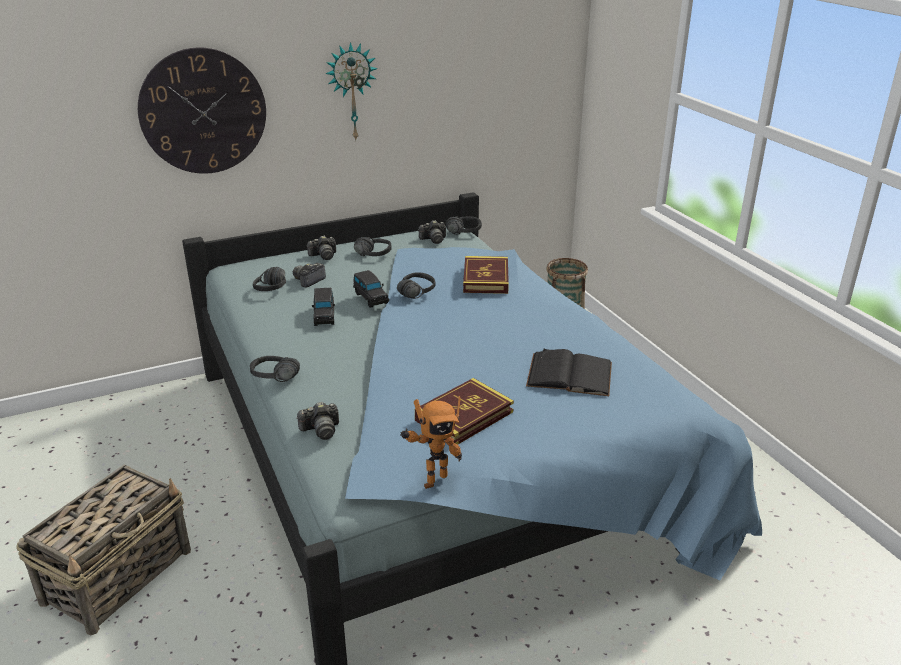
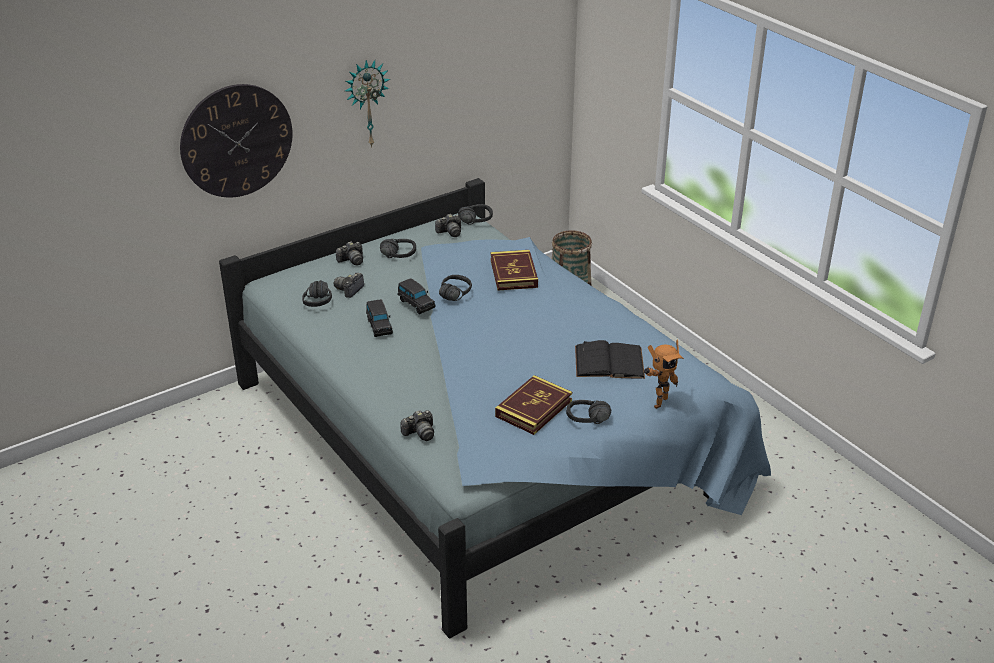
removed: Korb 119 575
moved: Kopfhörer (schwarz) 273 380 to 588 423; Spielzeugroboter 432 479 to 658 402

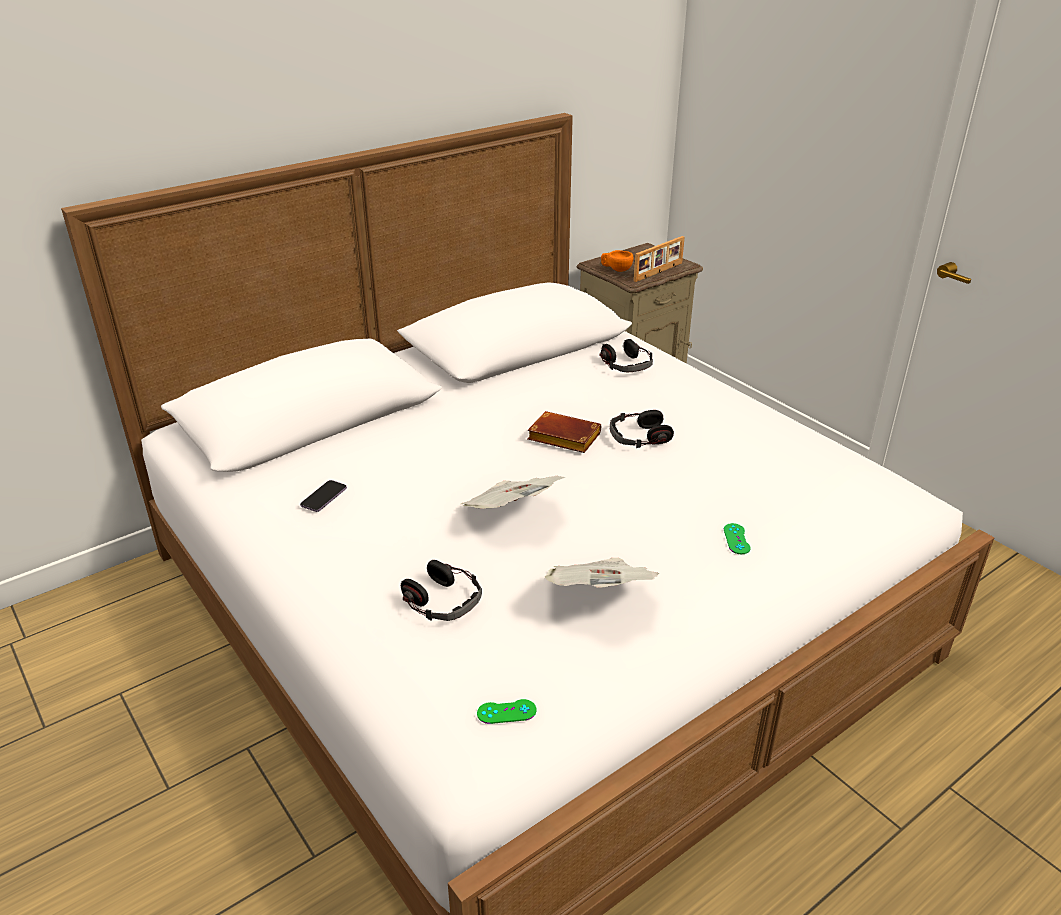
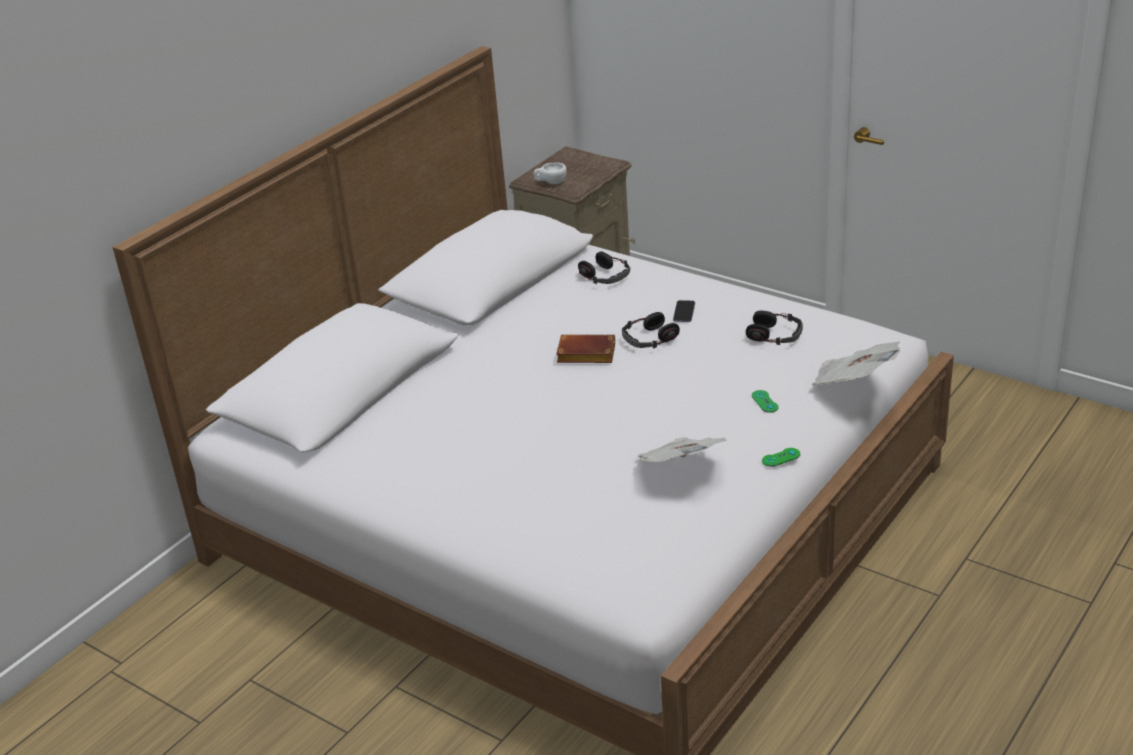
removed: Bilderrahmen 659 272
moved: Handy 324 497 to 684 312; Kopfhörer 443 600 to 775 335; Zeitung 511 513 to 853 383; Gamepad (grün) 506 712 to 781 457
recoloured: Tasse (orange) 616 269 to Tasse (weiß) 550 182

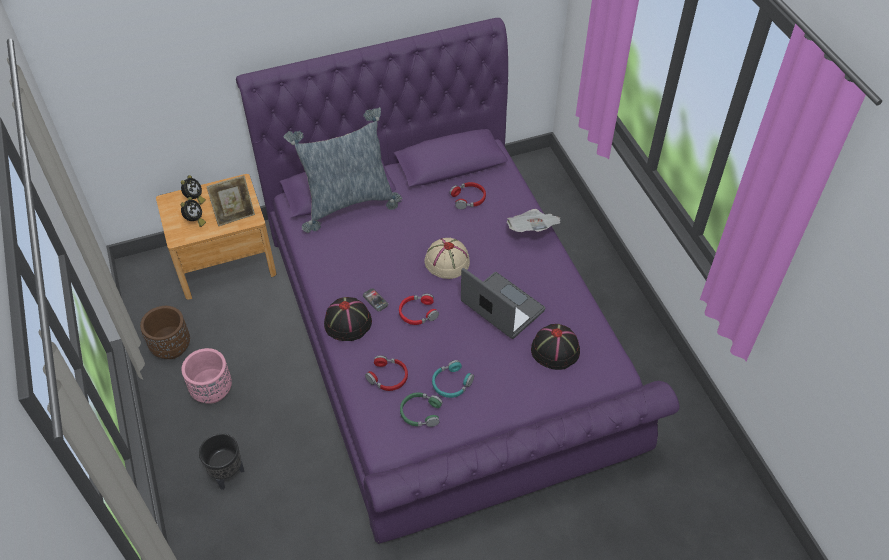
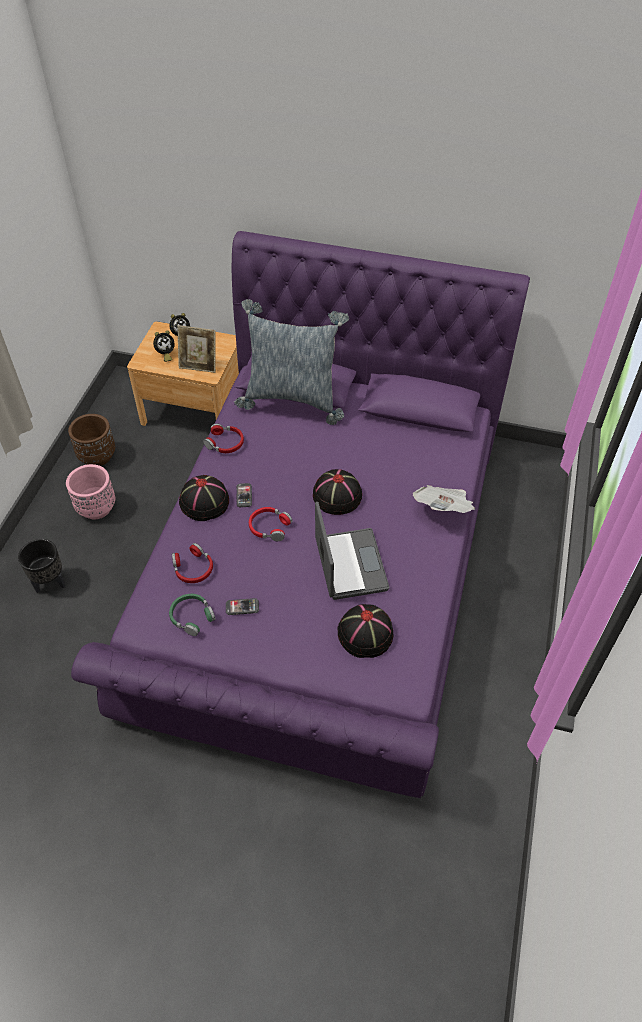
moved: Kopfhörer (rot) 468 199 to 225 443
replaced: Kopfhörer (türkis) 451 383 to Handy 242 607
recoloured: Hut (beige) 446 261 to Hut (schwarz) 336 495

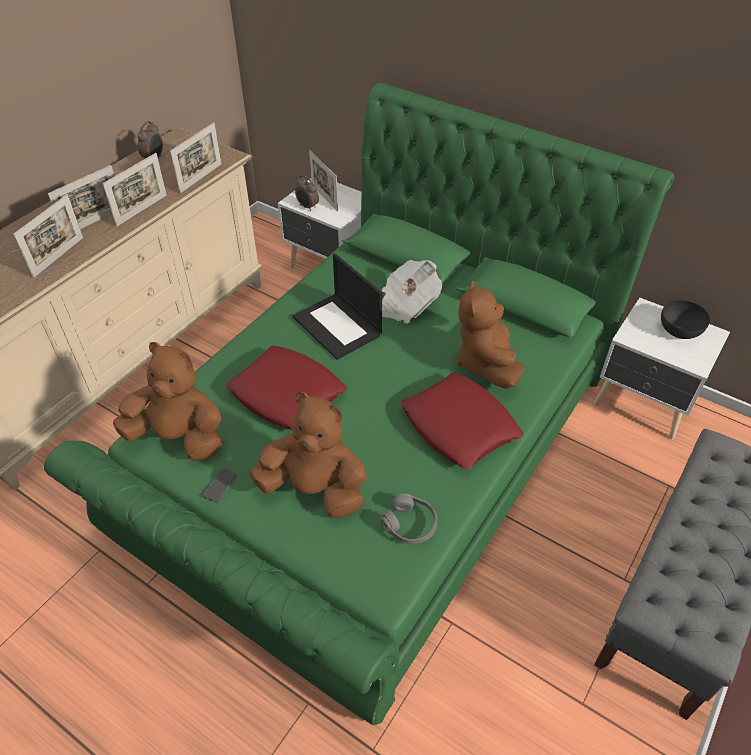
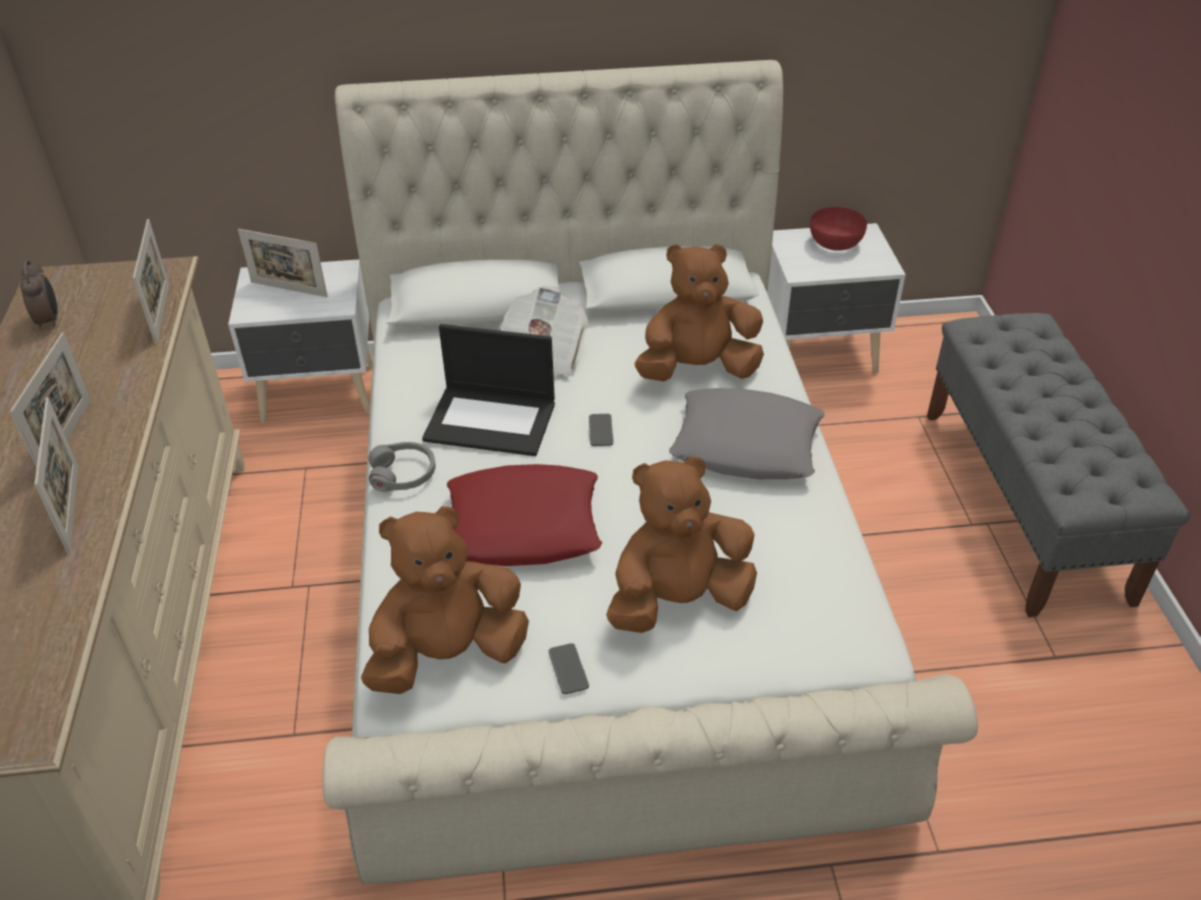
removed: Bilderrahmen 142 210; Wecker 307 207
added: Handy 600 430
moved: Kopfhörer (grau) 410 524 to 403 474
recoloured: Bett (grün) 375 444 to Bett (beige) 601 557; Kissen (rot) 459 426 to Kissen (grau) 746 444; Schüssel (schwarz) 679 330 to Schüssel (rot) 836 243
turned: Plüschtier (braun) 485 363 = 697 370 120 degrees clockwise

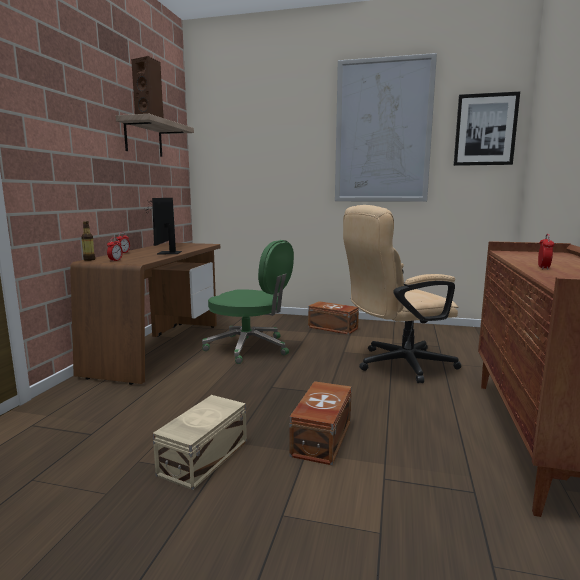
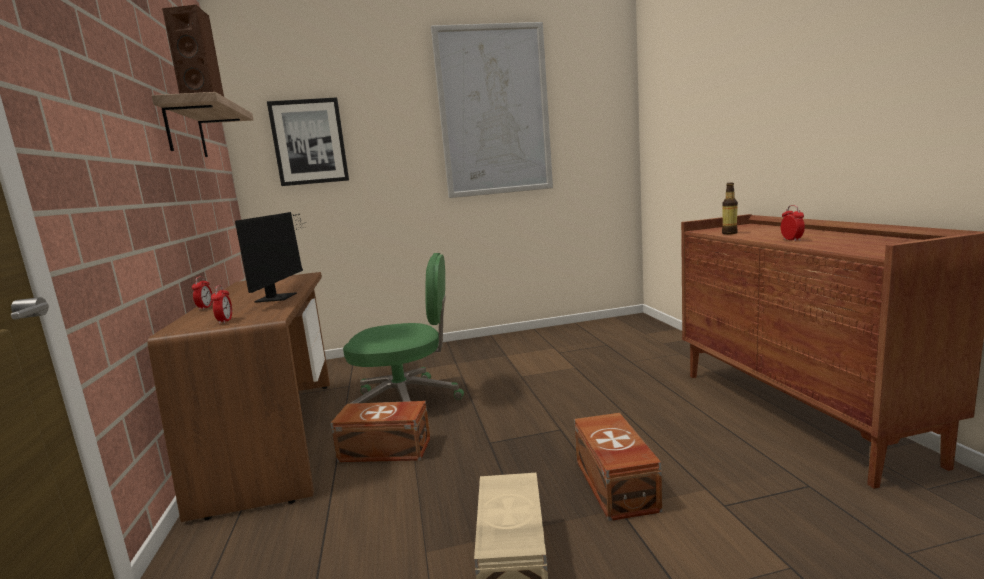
removed: Bürostuhl (beige) 396 365
moved: Flasche 89 260 to 729 233; Aufbewahrungsbox (braun) 333 328 to 386 450; Bild 485 130 to 309 142
turned: Monitor 167 253 = 280 296 150 degrees counterclockwise

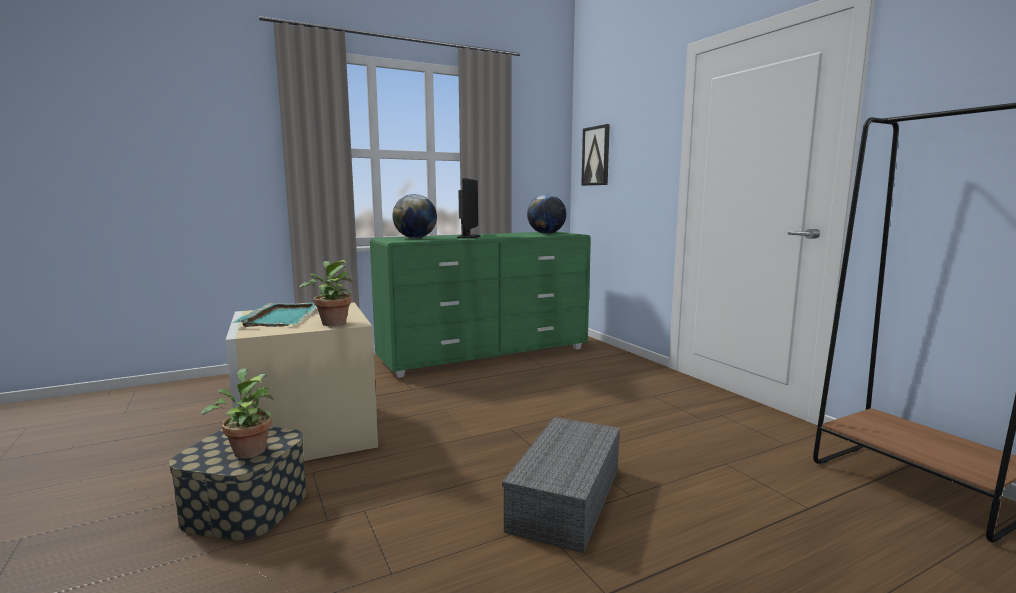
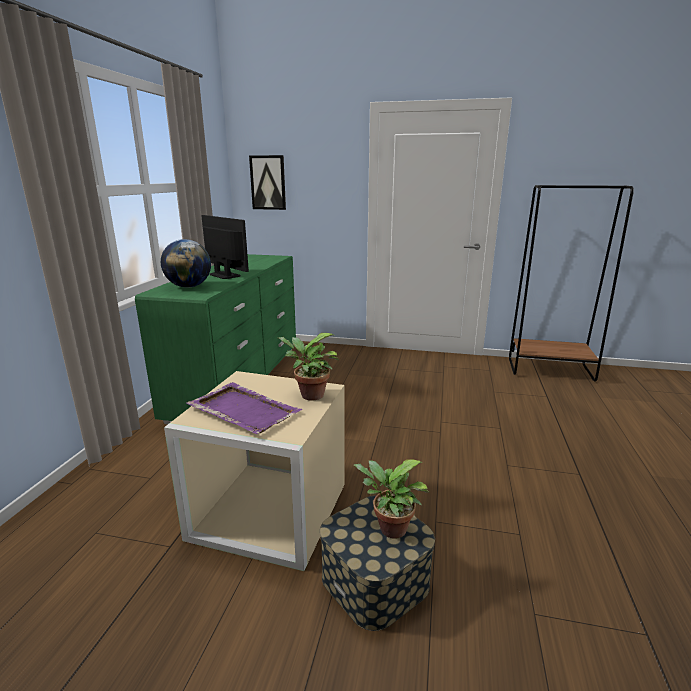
removed: Aufbewahrungsbox (grau) 567 500; Globus 546 233
recoloured: Tablett (türkis) 281 317 to Tablett (lila) 243 410

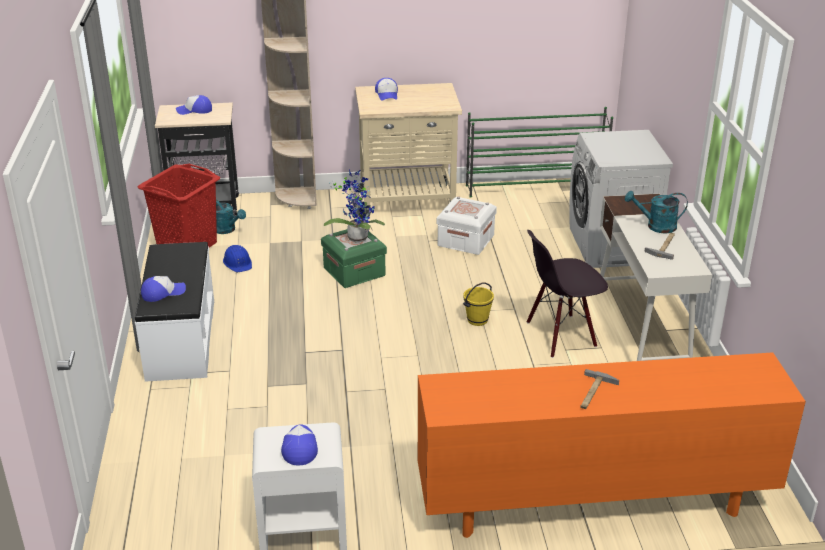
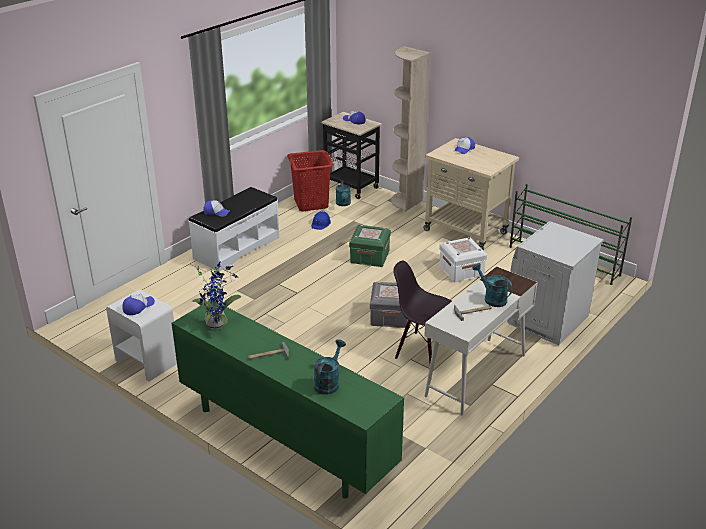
added: Gießkanne (türkis) 328 382
moved: Topfpflanze 357 237 to 217 323
replaced: Eimer (gelb) 477 320 to Aufbewahrungsbox (grau) 390 316
recoloured: Schrank (orange) 594 504 to Schrank (grün) 284 440

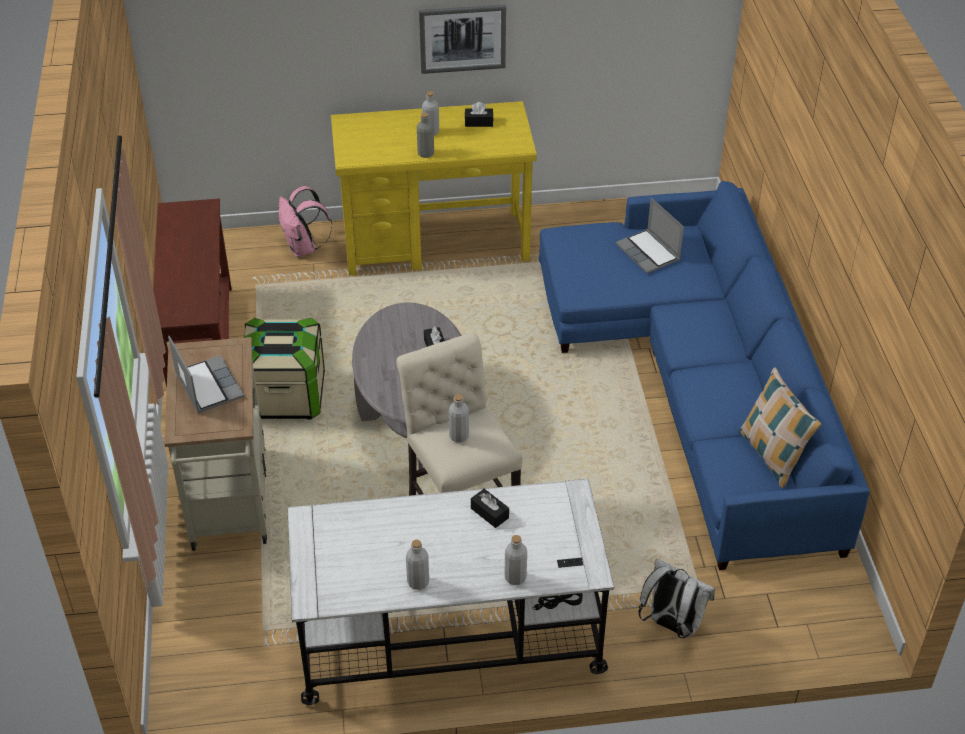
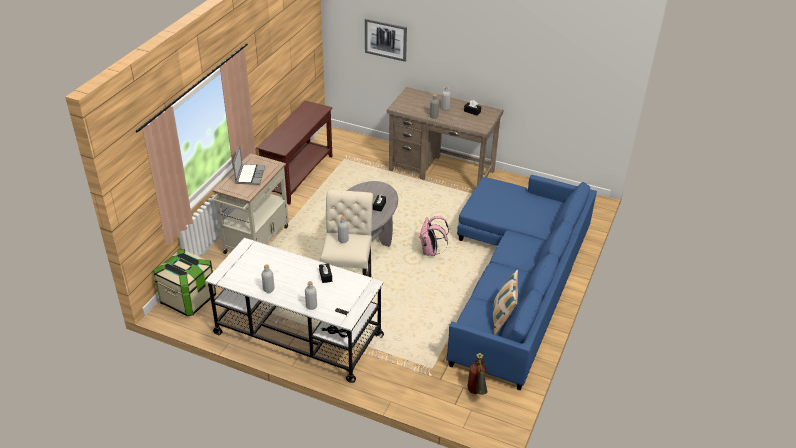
removed: Laptop 649 253; Rucksack (weiß) 671 624
added: Feuerlöscher 476 394
moved: Aufbewahrungsbox 286 397 to 188 299; Rucksack (rosa) 304 248 to 431 251; Bild 462 38 to 385 39
recoloured: Schreibtisch (gelb) 435 241 to Schreibtisch (braun) 442 170

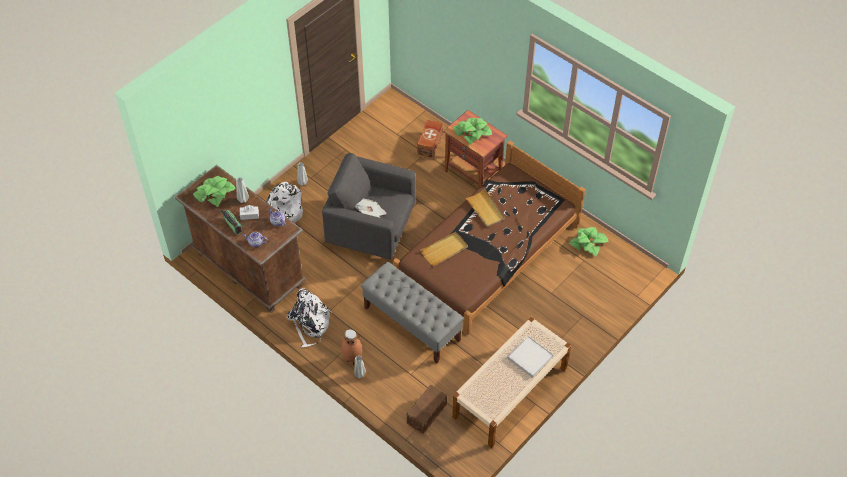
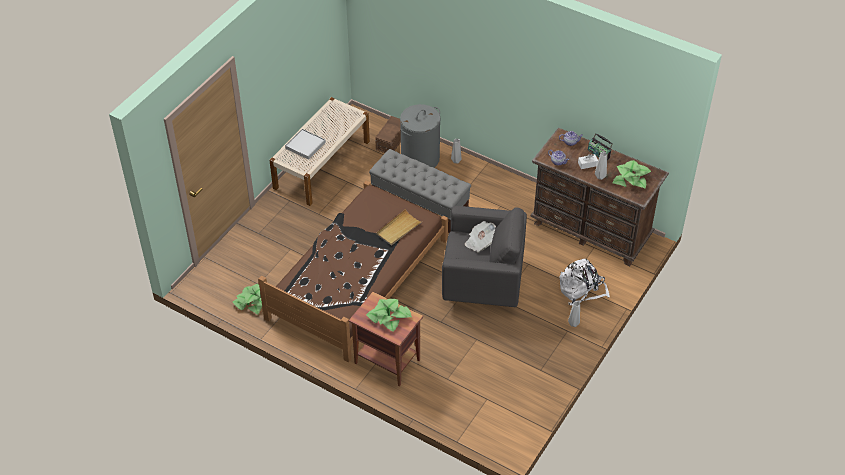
removed: Rucksack (weiß) 310 324; Vase (braun) 353 359; Aufbewahrungsbox (braun) 430 144; Tablett (beige) 485 209
added: Wäschekorb (grau) 420 159

